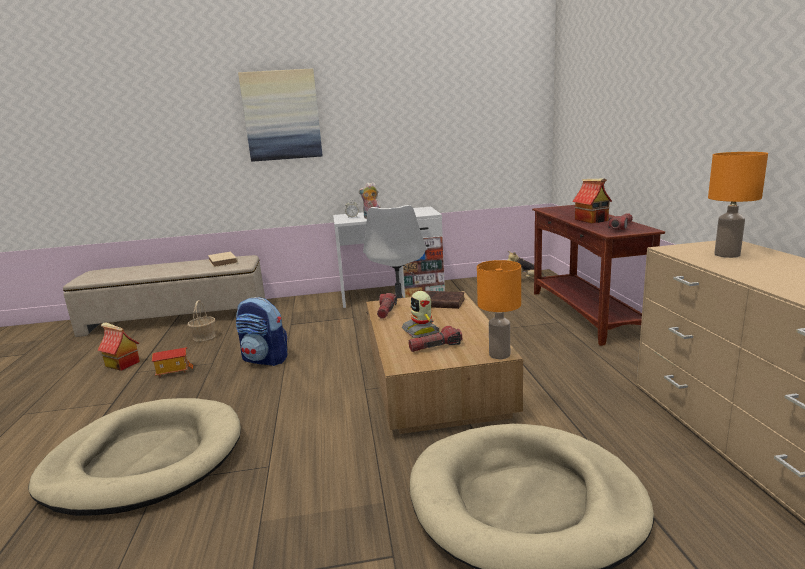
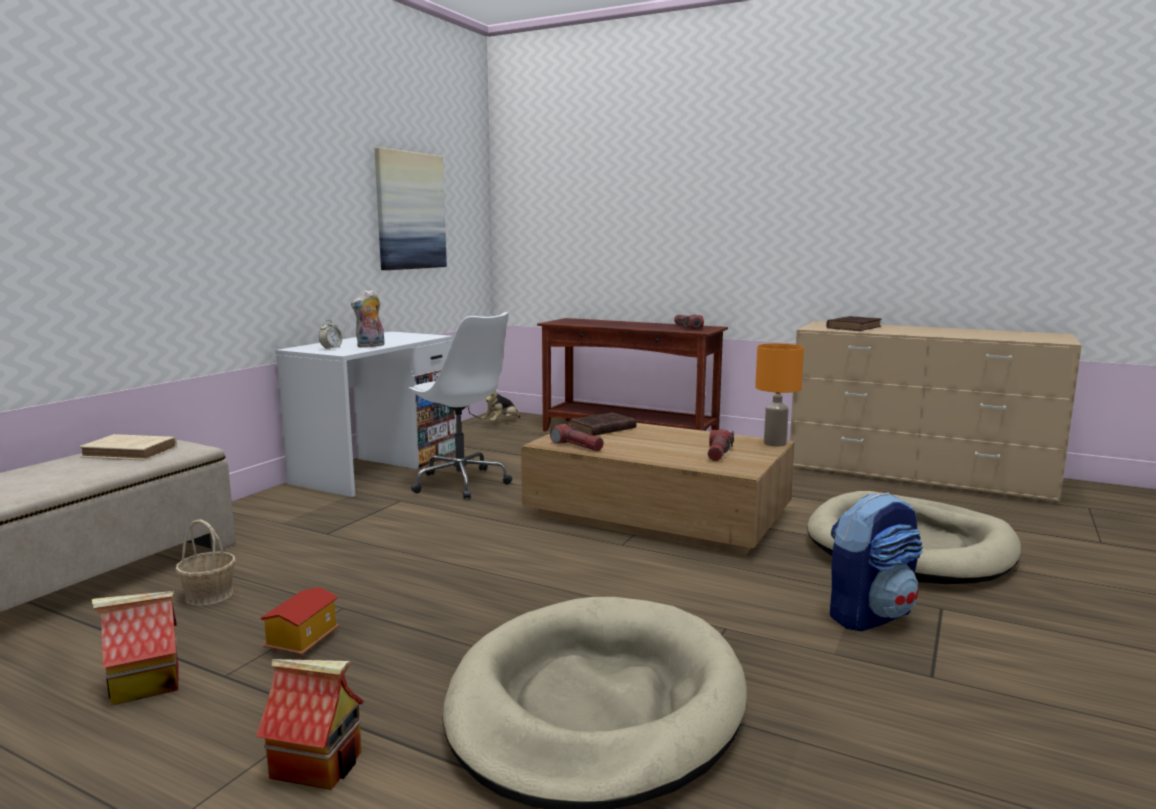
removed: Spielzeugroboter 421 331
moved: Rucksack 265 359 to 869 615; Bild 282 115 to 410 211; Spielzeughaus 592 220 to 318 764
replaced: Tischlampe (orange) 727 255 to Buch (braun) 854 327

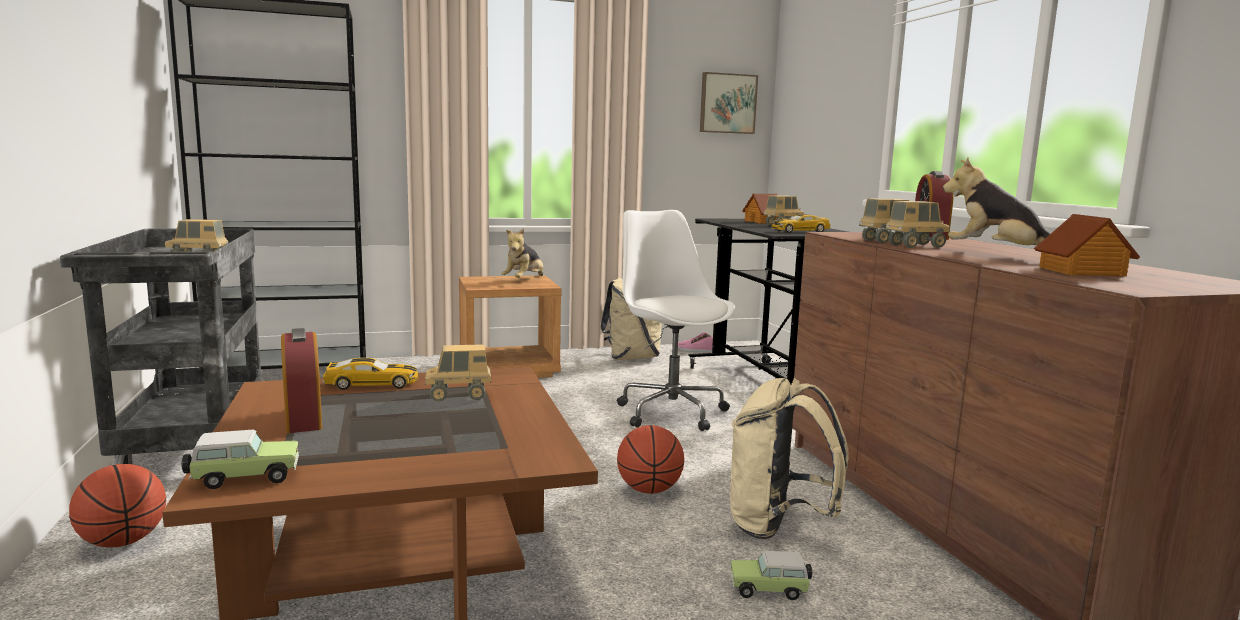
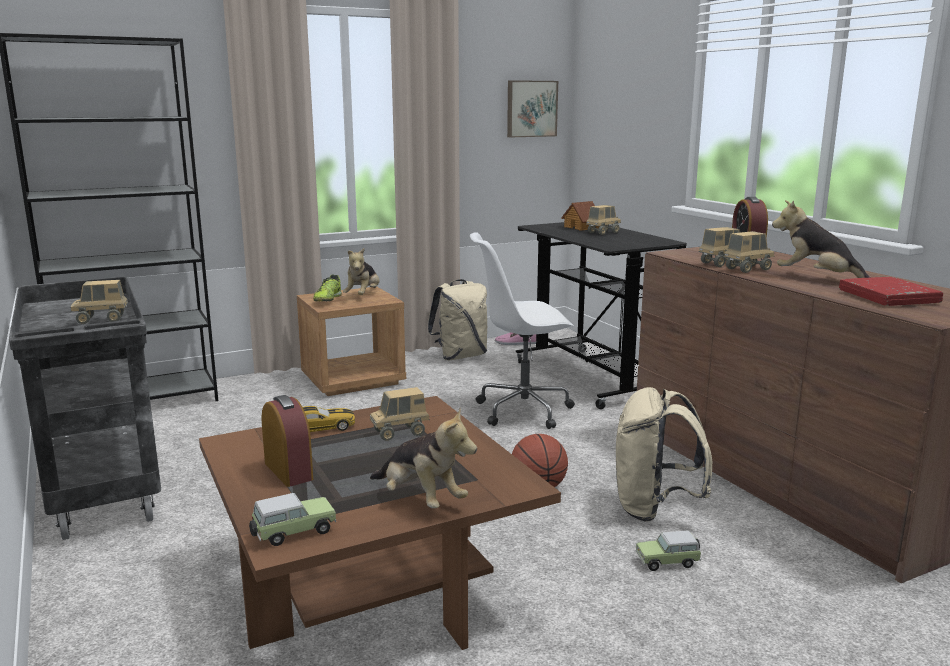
removed: Basketball 122 542; Spielzeugauto 799 231
added: Schuh 327 300; Plüschtier 420 499
replaced: Spielzeughaus 1082 271 to Buch (rot) 888 297
turned: Bürostuhl (weiß) 670 412 = 521 411 60 degrees counterclockwise

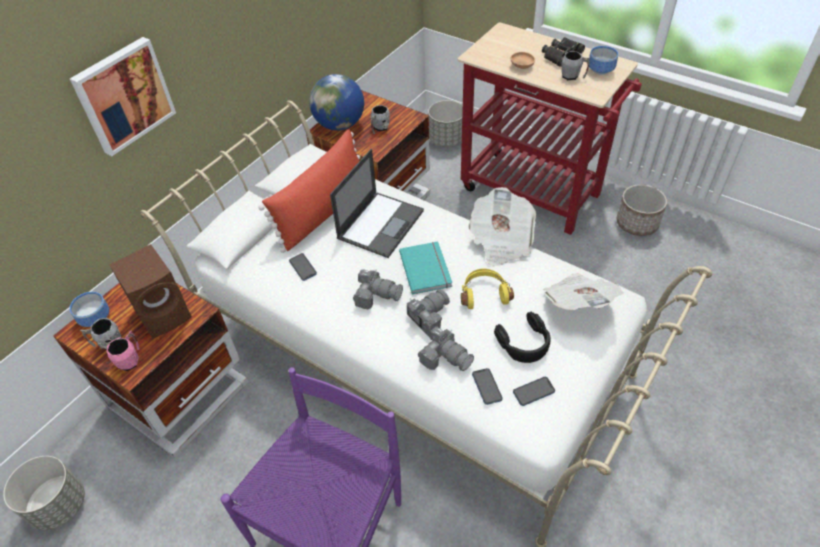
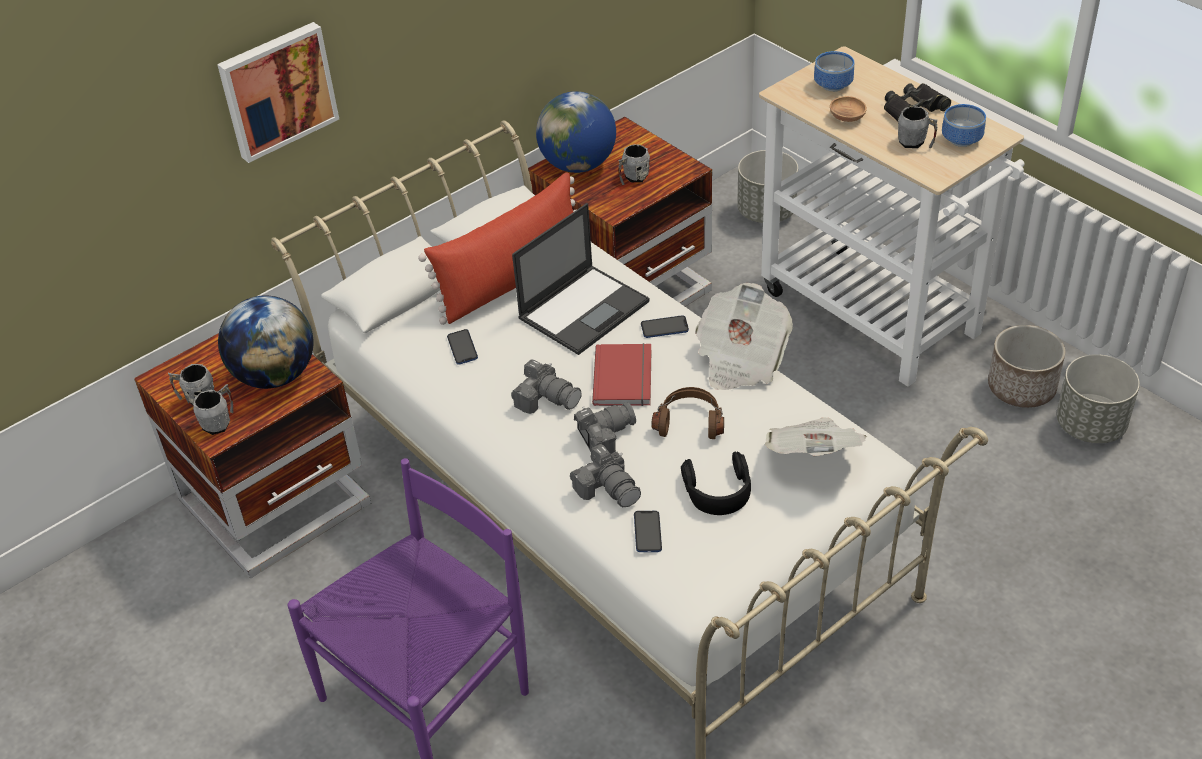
moved: Pflanzkübel (grau) 59 506 to 1090 426; Schüssel 94 317 to 831 84; Handy 533 392 to 664 328
replaced: Lautsprecher (braun) 165 313 to Globus 275 375
recoloured: Henkelbecher (rosa) 131 359 to Henkelbecher (grau) 220 422; Buch (türkis) 427 268 to Buch (rot) 625 377; Rollwagen (rot) 532 192 to Rollwagen (weiß) 872 314; Kopfhörer (gelb) 484 293 to Kopfhörer (braun) 689 421

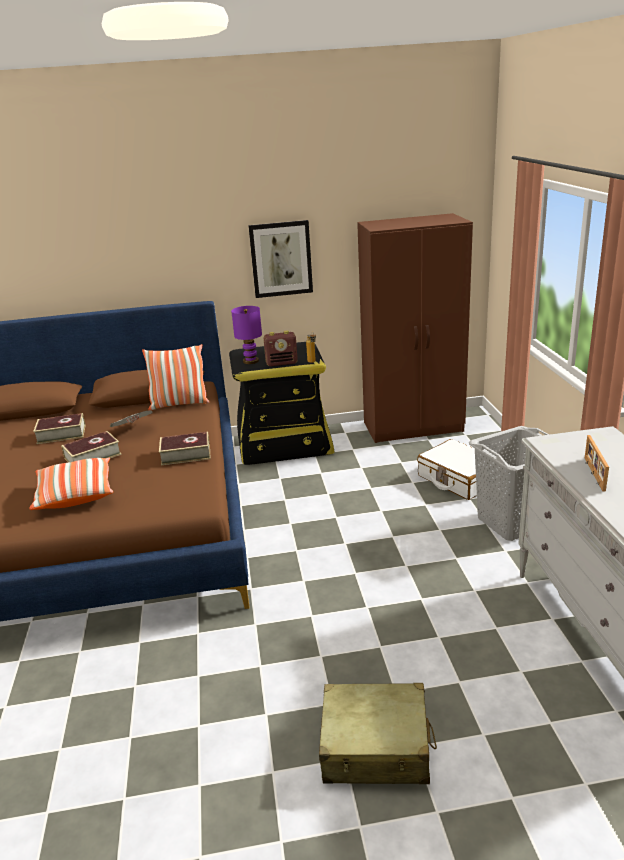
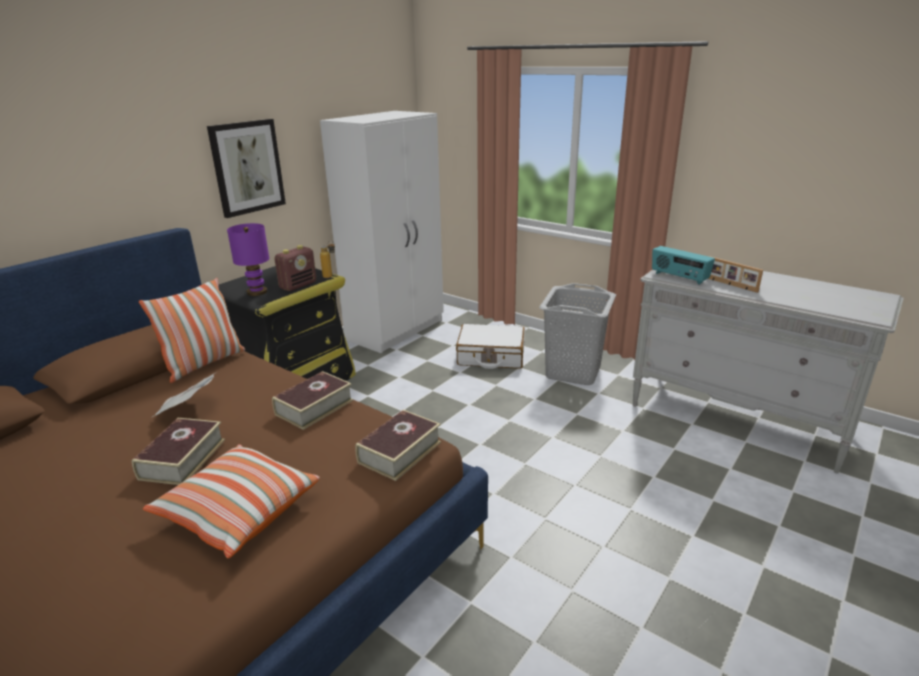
removed: Koffer (beige) 376 747
added: Radio 679 277
moved: Buch 61 434 to 400 452
recoloured: Kleiderschrank (braun) 414 427 to Kleiderschrank (weiß) 396 330

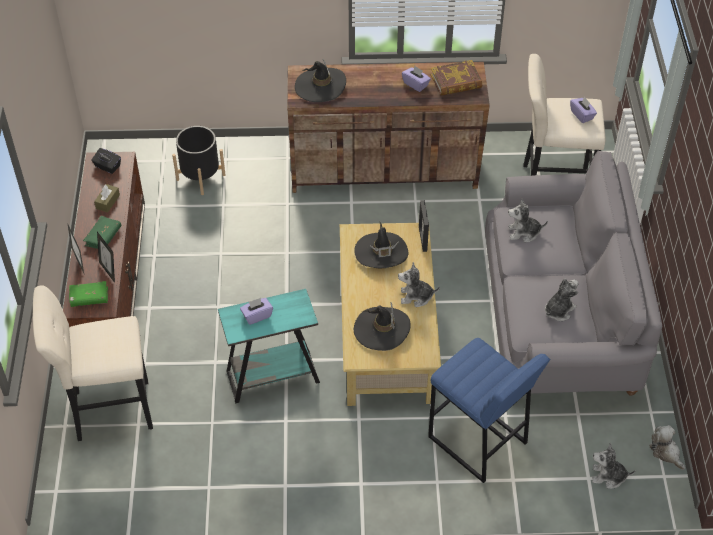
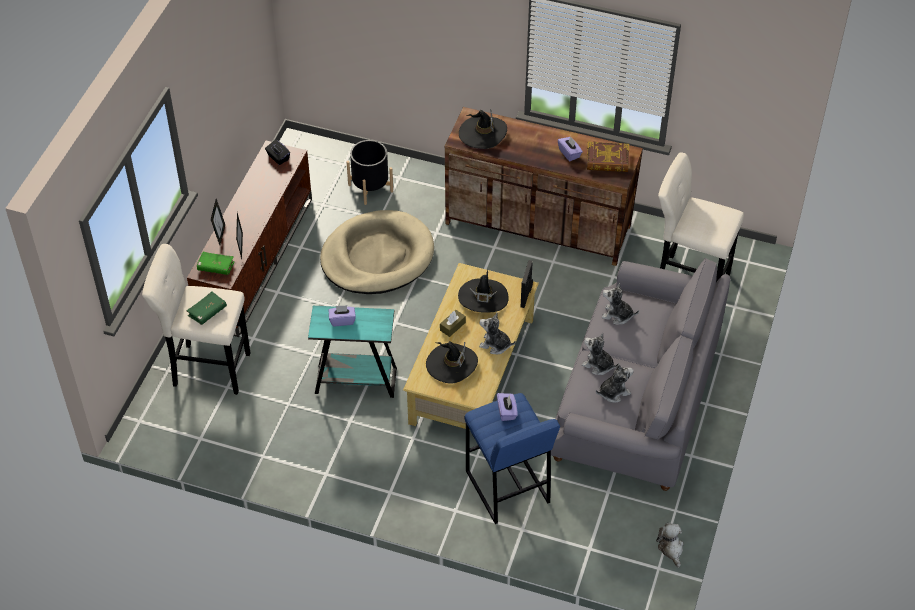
added: Hundebett (beige) 377 257
moved: Buch (grün) 103 237 to 207 312; Taschentuchbox (braun) 108 202 to 452 326; Taschentuchbox (lila) 582 115 to 507 412; Plüschtier 608 476 to 598 365

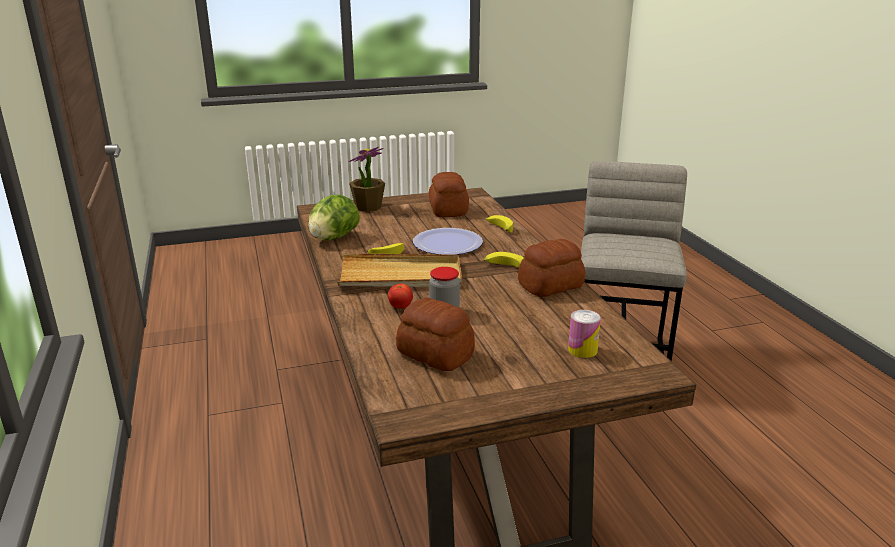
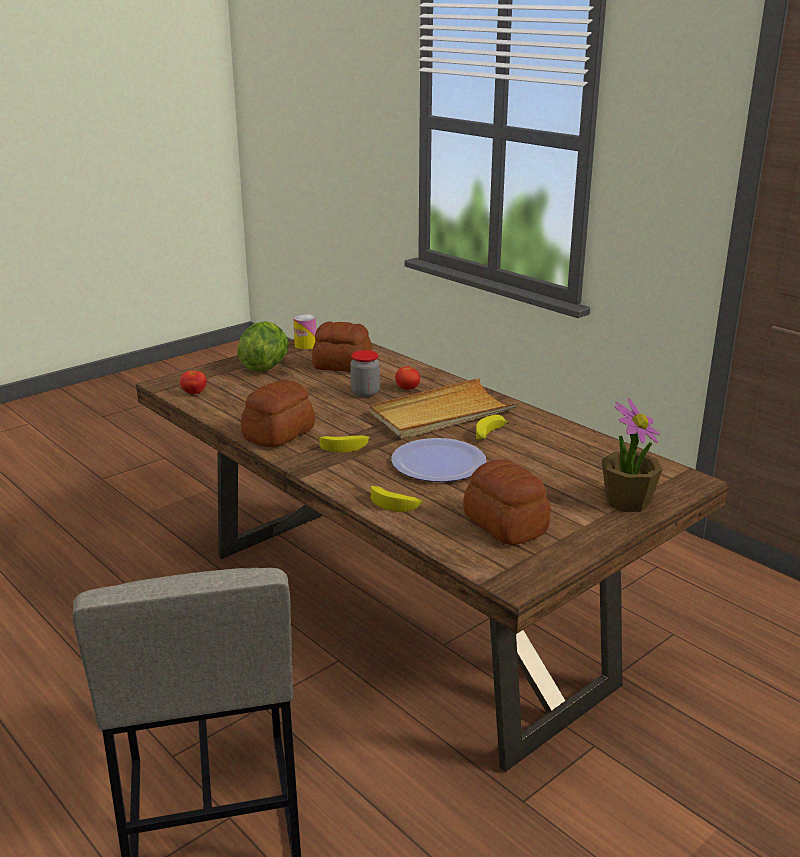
added: Tomate 194 393
moved: Salatkopf 333 238 to 265 367; Dose 582 350 to 305 345

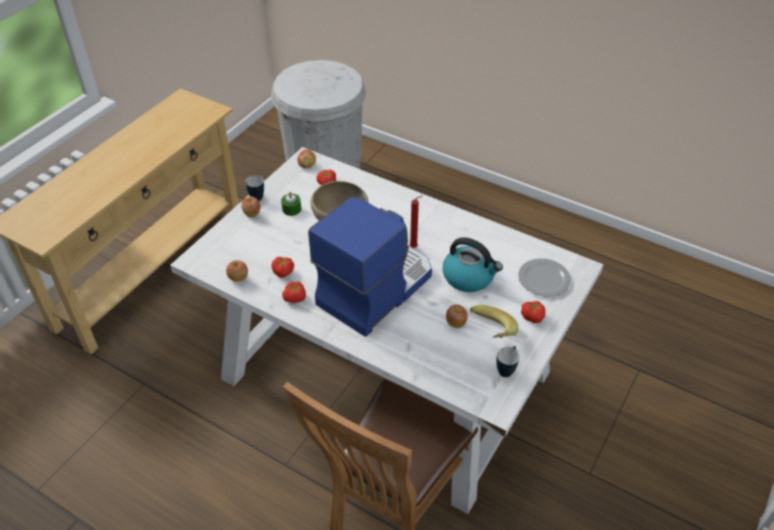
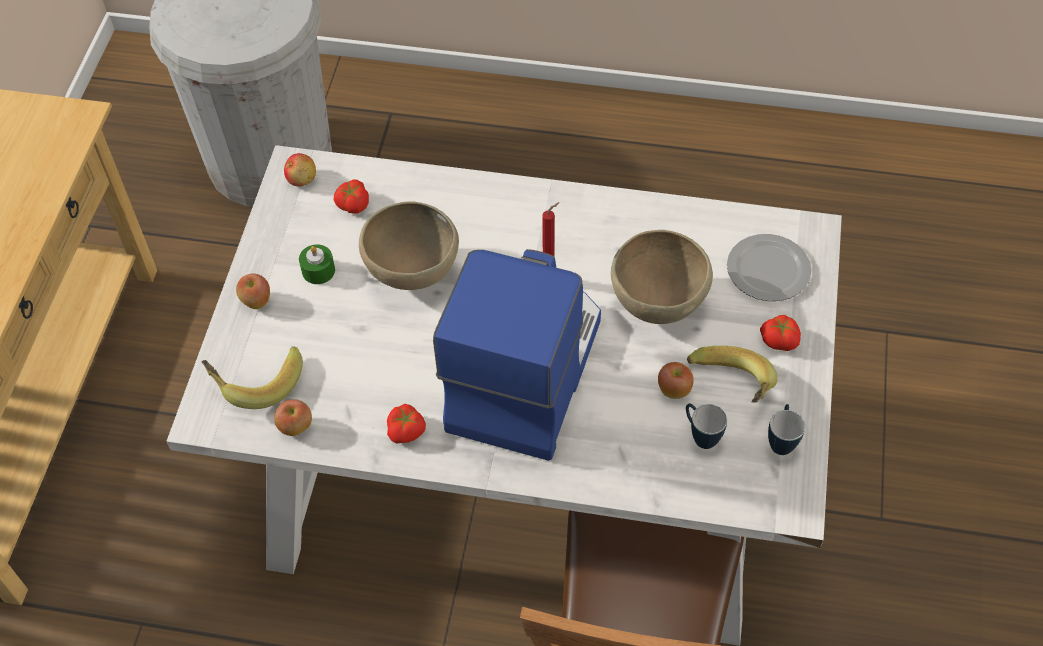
removed: Tomate 283 272
added: Banane 257 381
moved: Henkelbecher 256 196 to 700 436
replaced: Wasserkessel 469 277 to Schüssel (braun) 657 303

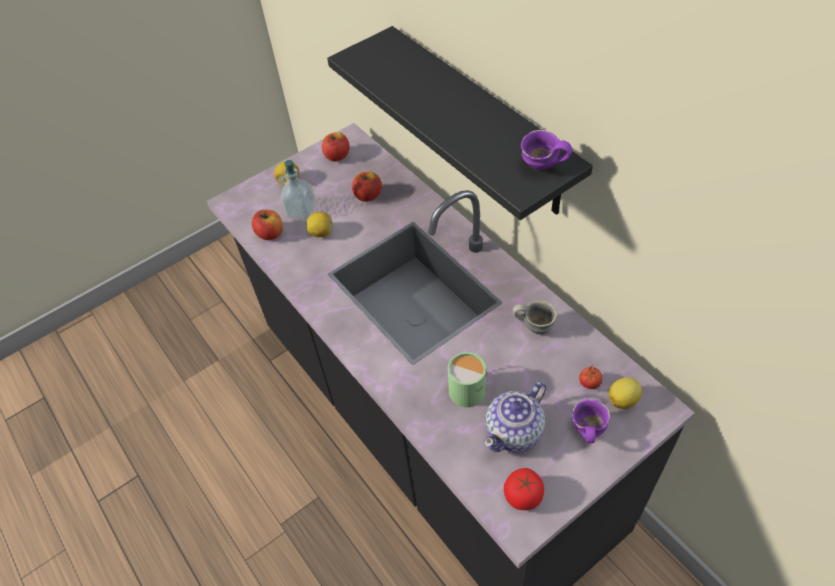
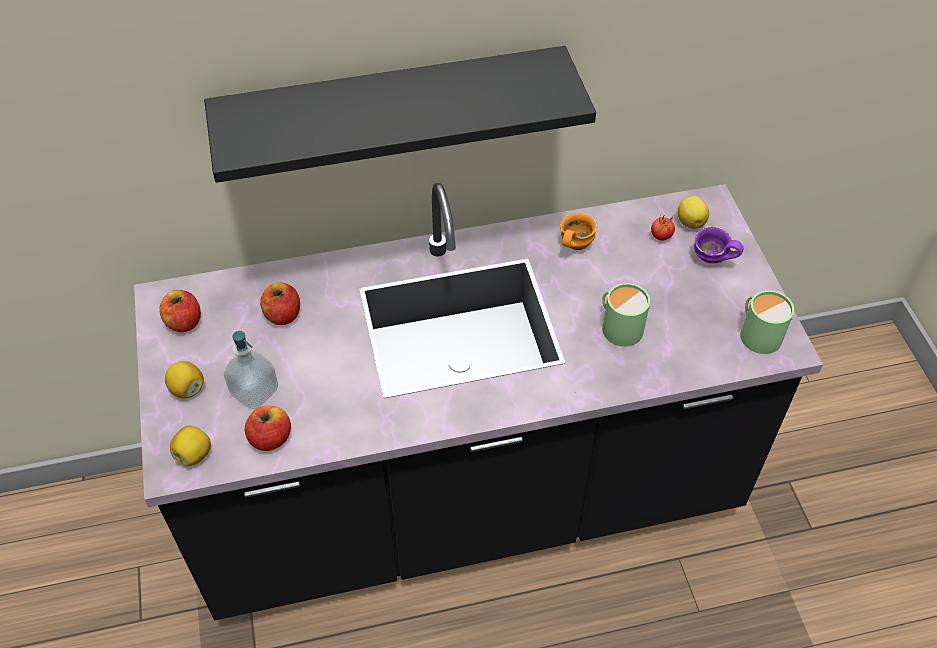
removed: Teekanne 515 431; Henkelbecher (lila) 541 168
moved: Zitrone 321 233 to 194 454
replaced: Tomate 523 496 to Henkelbecher (grün) 758 333
recoloured: Henkelbecher (grau) 535 326 to Henkelbecher (orange) 573 246

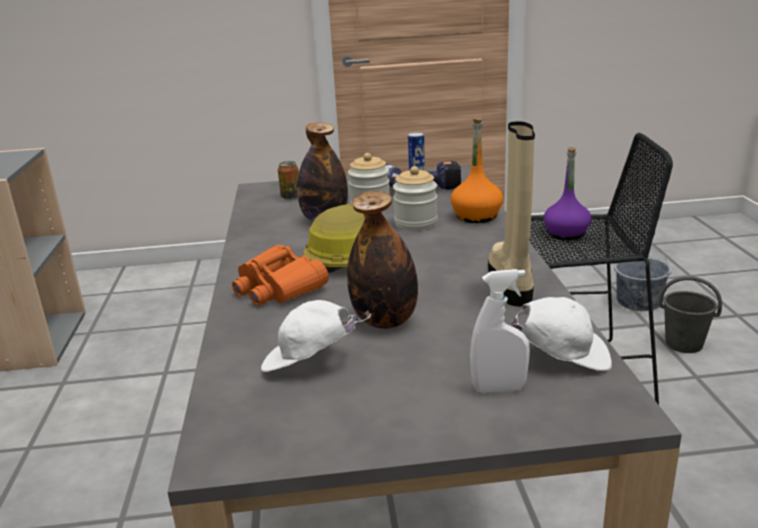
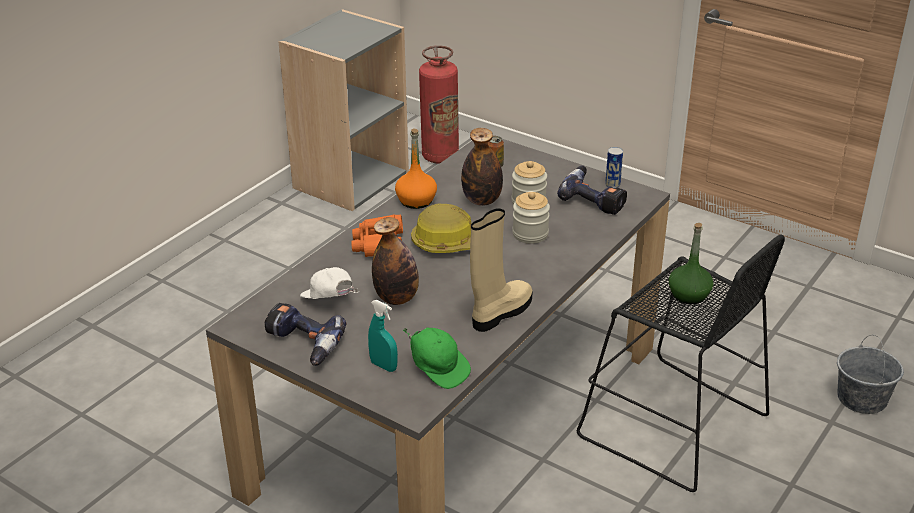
removed: Eimer (grau) 684 344
added: Bohrmaschine 302 345; Feuerlöscher 440 156
moved: Flasche (orange) 476 216 to 416 201
recoloured: Sprühflasche (weiß) 499 389 to Sprühflasche (türkis) 383 366; Kappe (weiß) 560 357 to Kappe (grün) 438 369; Flasche (lila) 566 234 to Flasche (grün) 689 295

